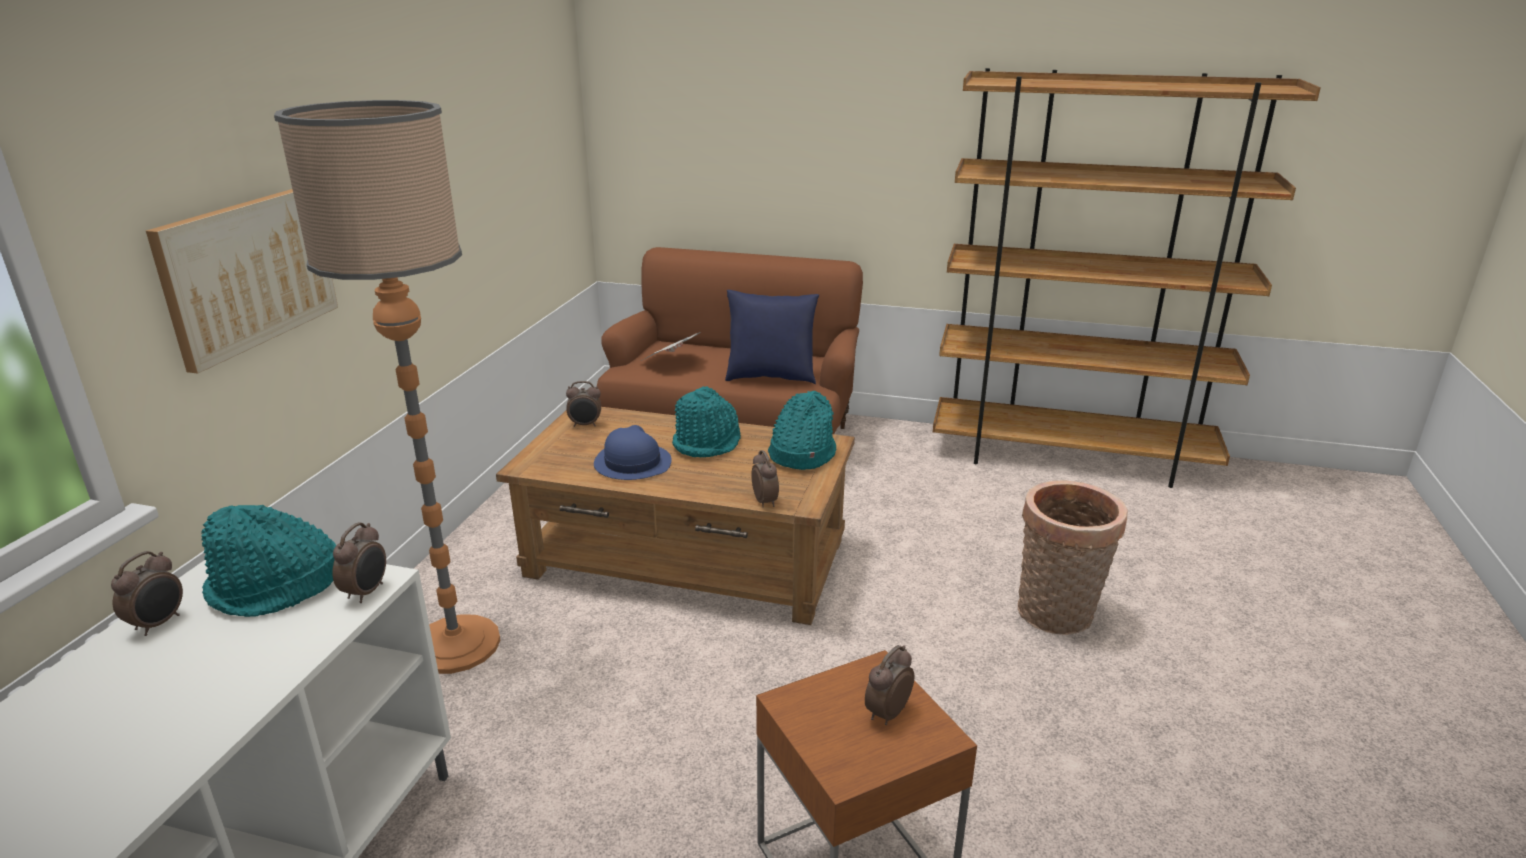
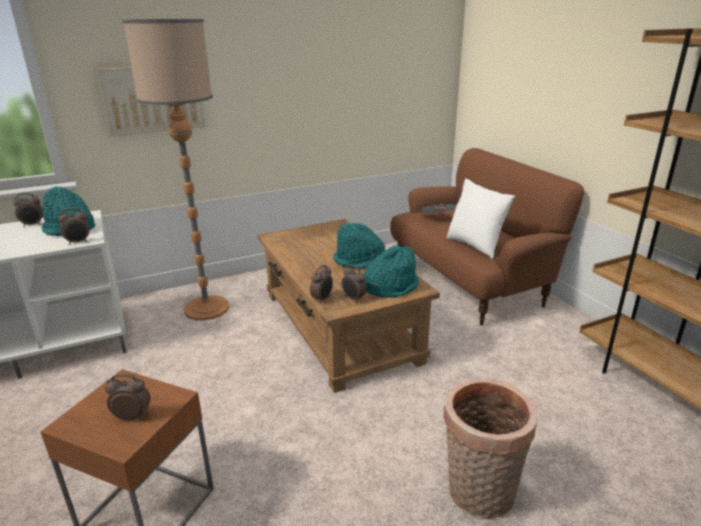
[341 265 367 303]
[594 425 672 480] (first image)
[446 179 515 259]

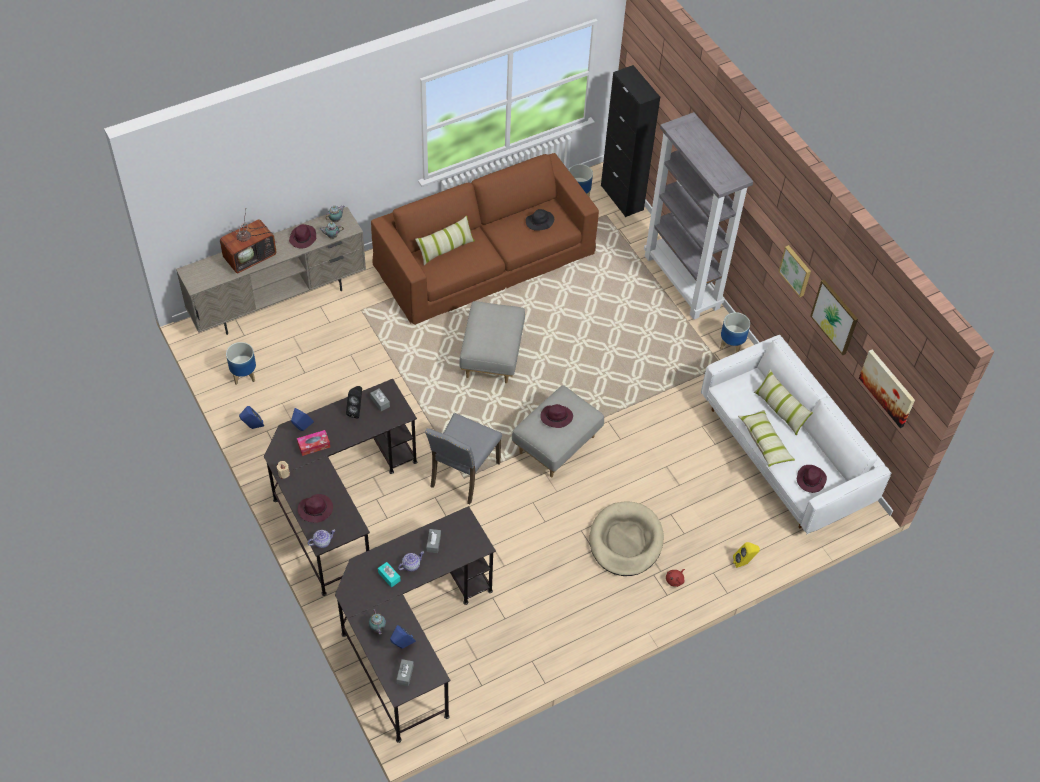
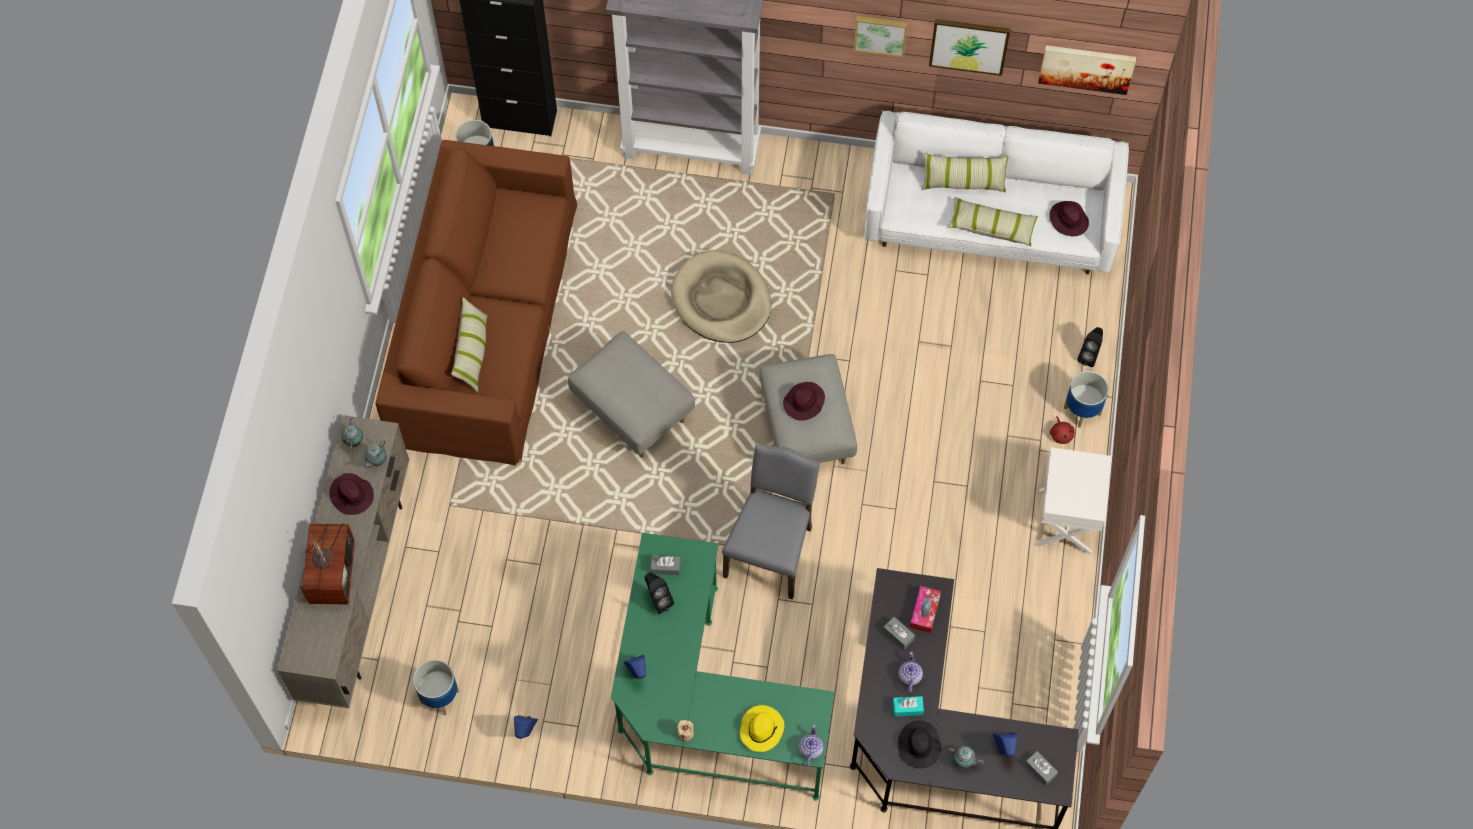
[611 533 834 801]
[910 586 941 633]
[740 705 784 752]
[722 442 820 600]
[898 720 942 768]
[671 250 771 343]
[1064 371 1109 428]
[1077 327 1103 367]
[1033 447 1111 554]

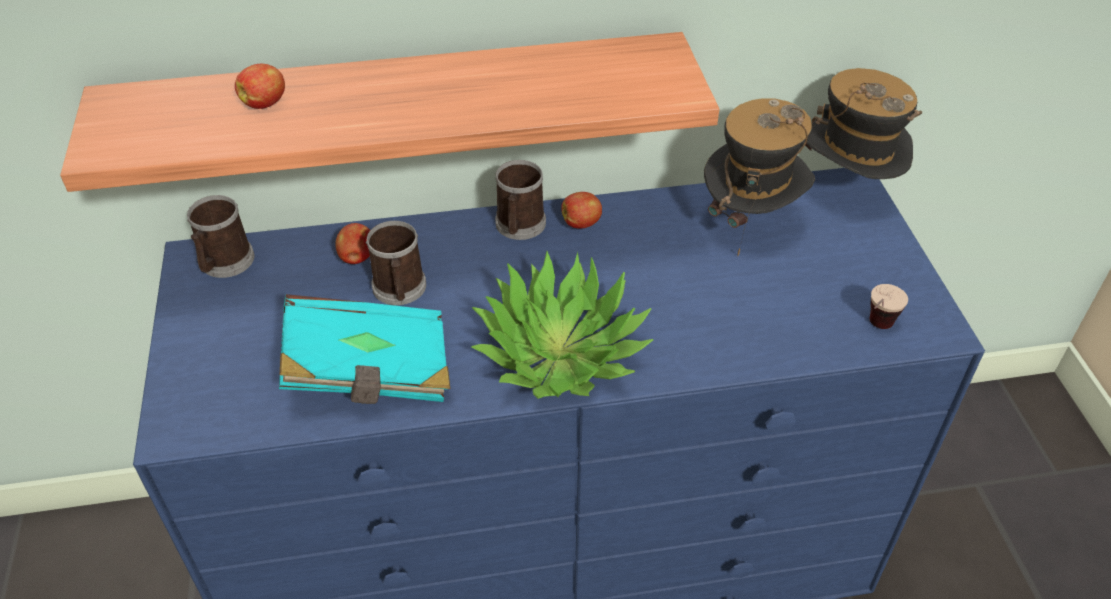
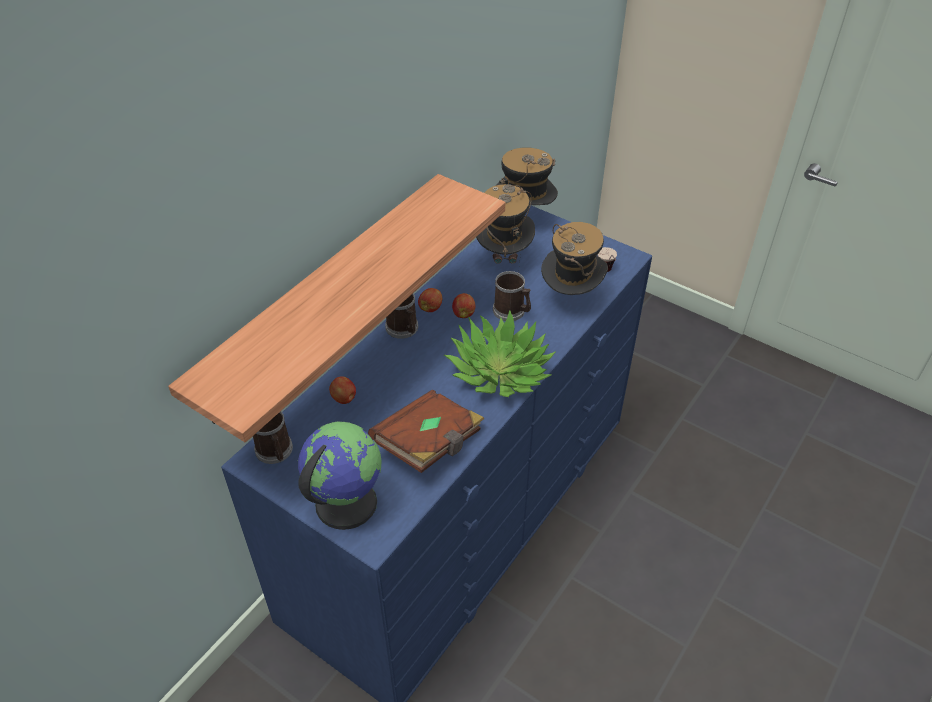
[452 293 475 318]
[368 389 485 473]
[493 271 531 321]
[298 422 381 530]
[541 222 608 295]

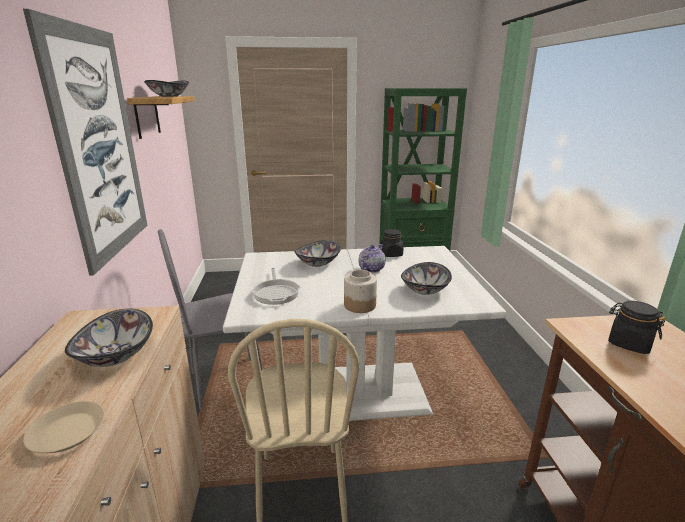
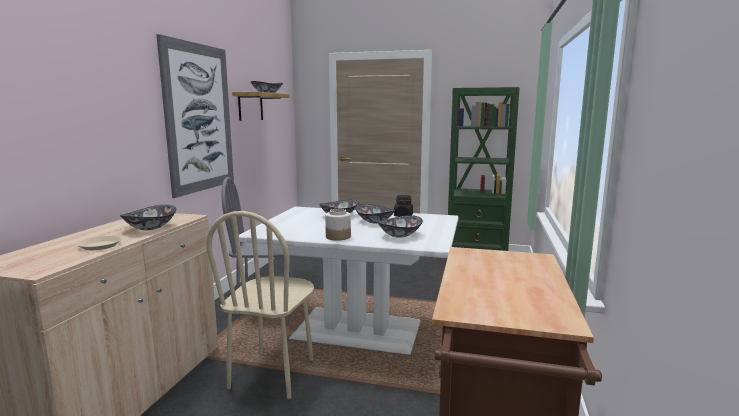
[251 268 301 305] (first image)
[356 204 395 224]
[608 301 666 354] (first image)

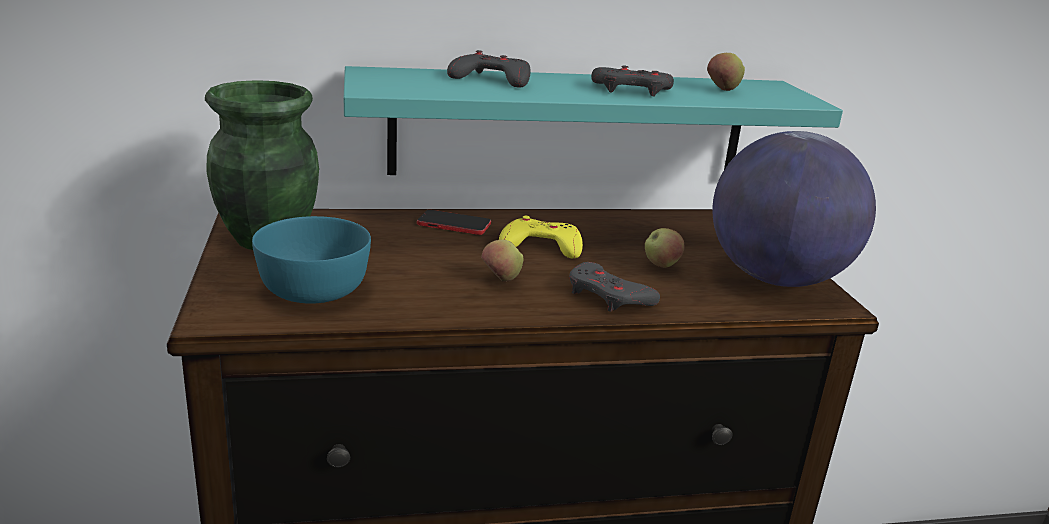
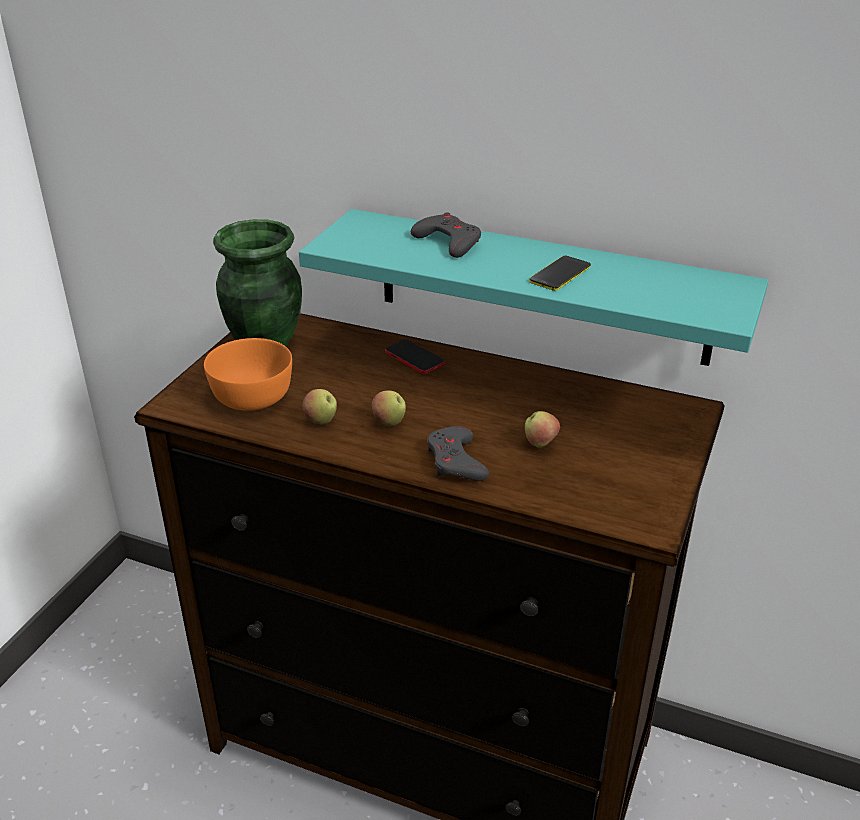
[204 338 292 411]
[499 216 583 258] (first image)
[529 256 591 291]
[302 389 337 425]
[712 131 876 287] (first image)

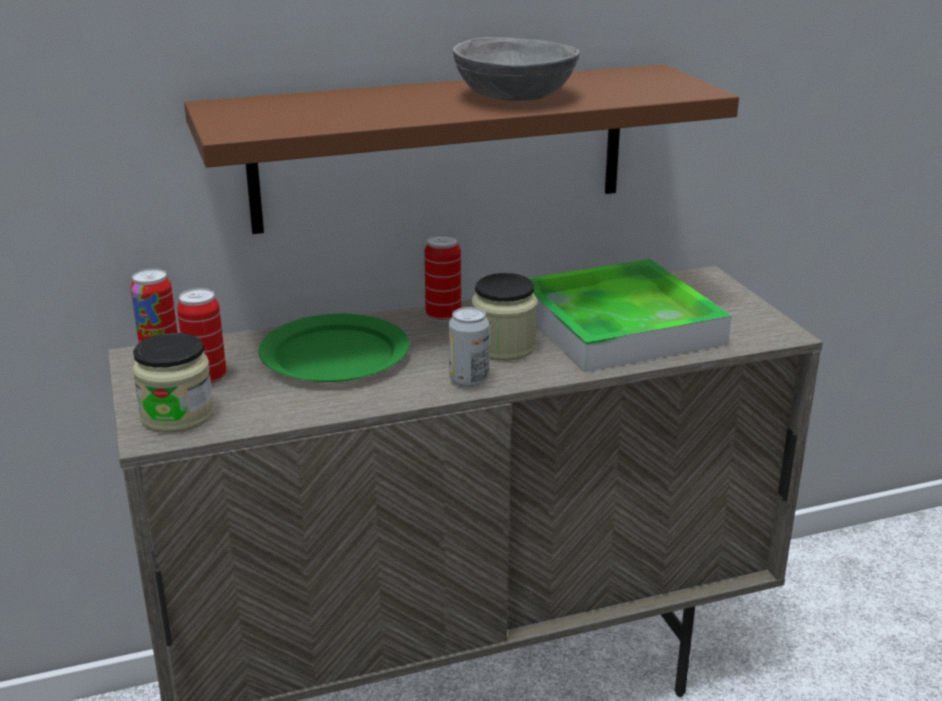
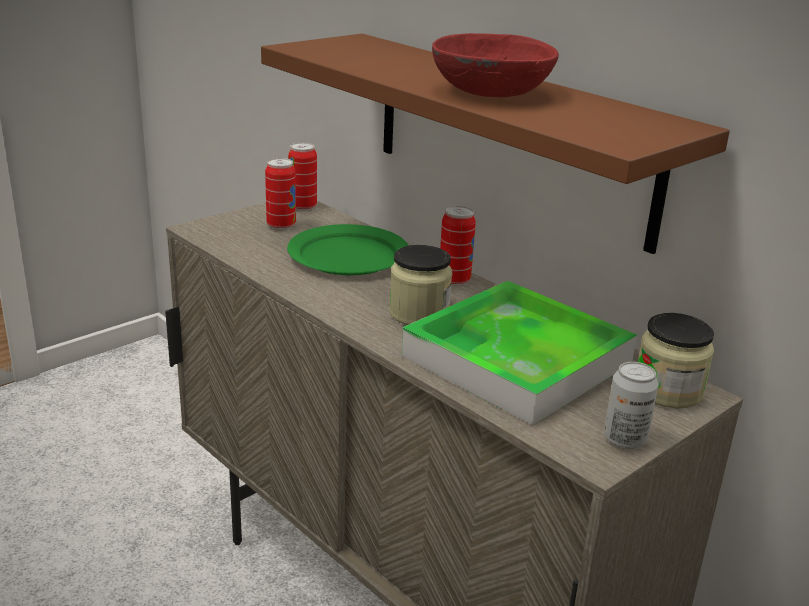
[638 313 714 408]
[604 362 659 449]
[432 33 559 97]

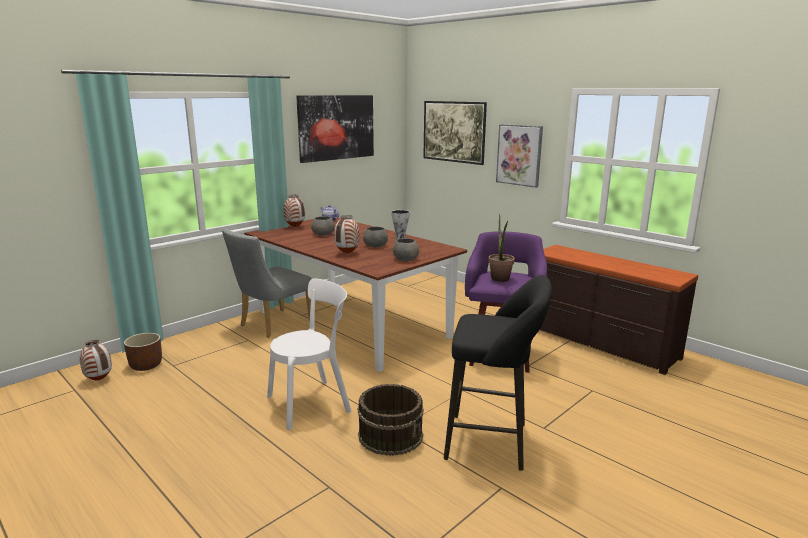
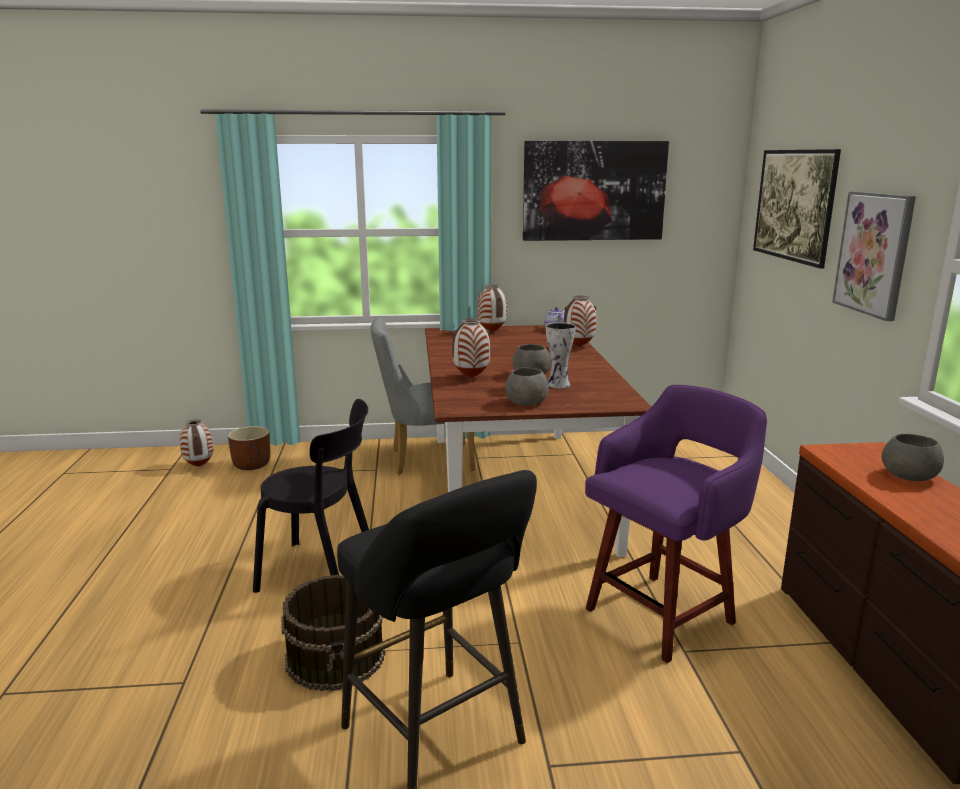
[253 399 369 593]
[882 434 944 481]
[488 213 515 282] (first image)
[563 296 597 347]

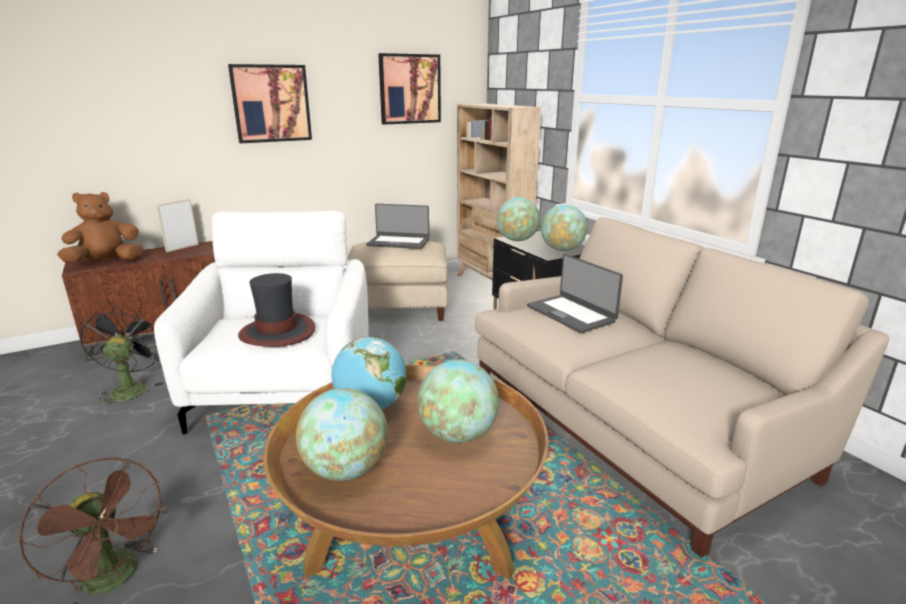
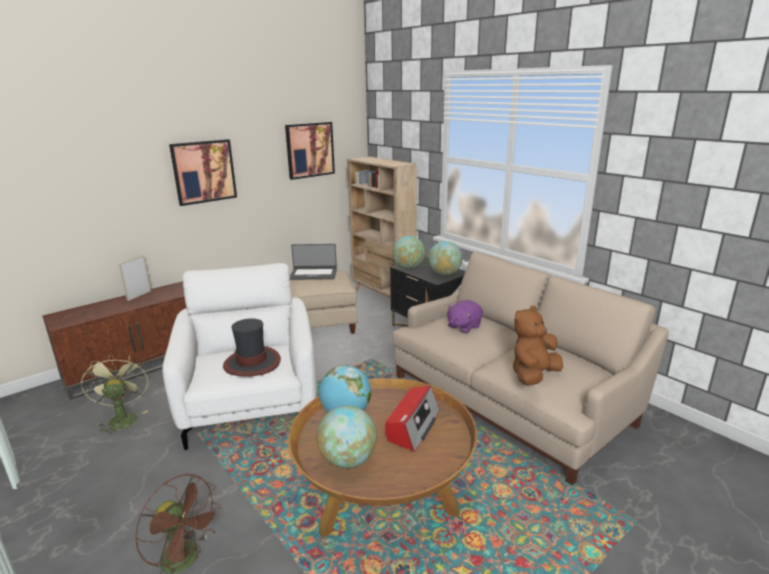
[513 306 563 386]
[81 354 149 436]
[385 386 440 452]
[447 300 483 333]

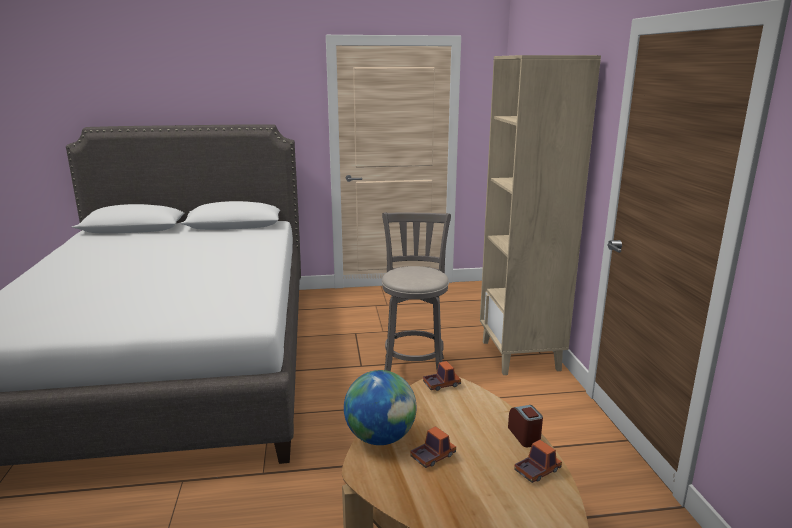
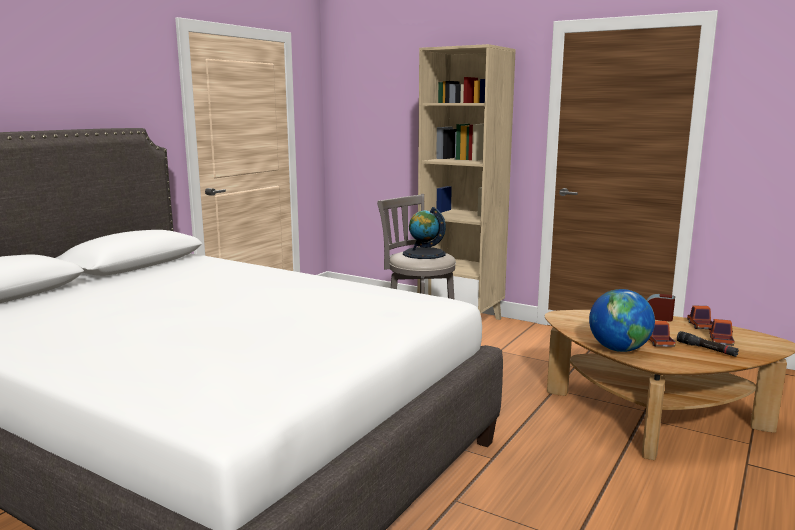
[709 319 734 346]
[403 207 446 259]
[677 331 739 357]

